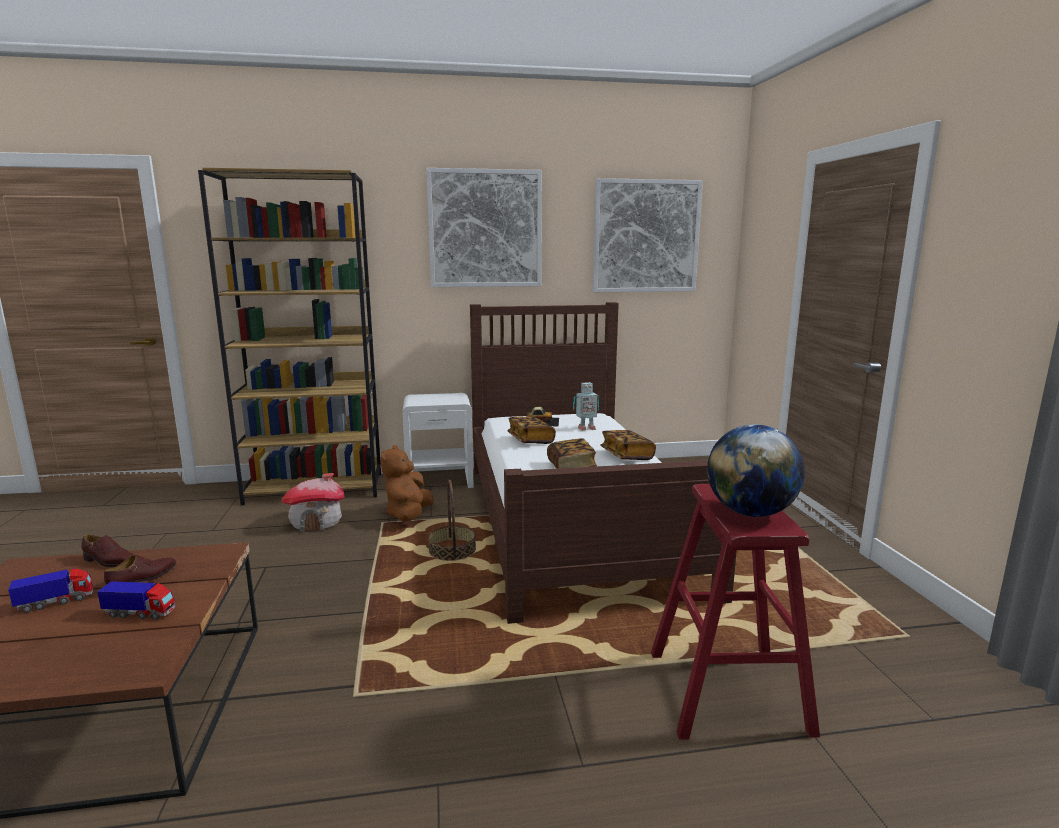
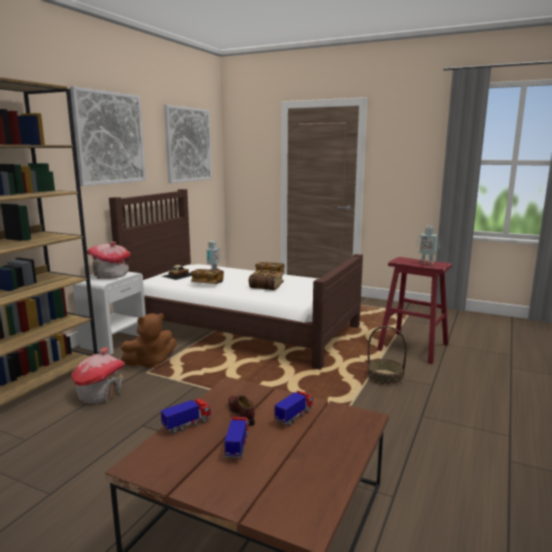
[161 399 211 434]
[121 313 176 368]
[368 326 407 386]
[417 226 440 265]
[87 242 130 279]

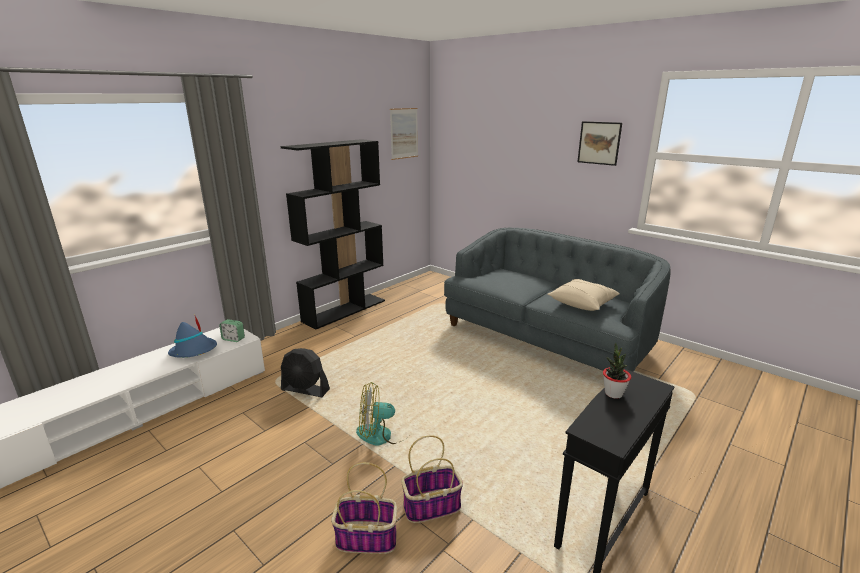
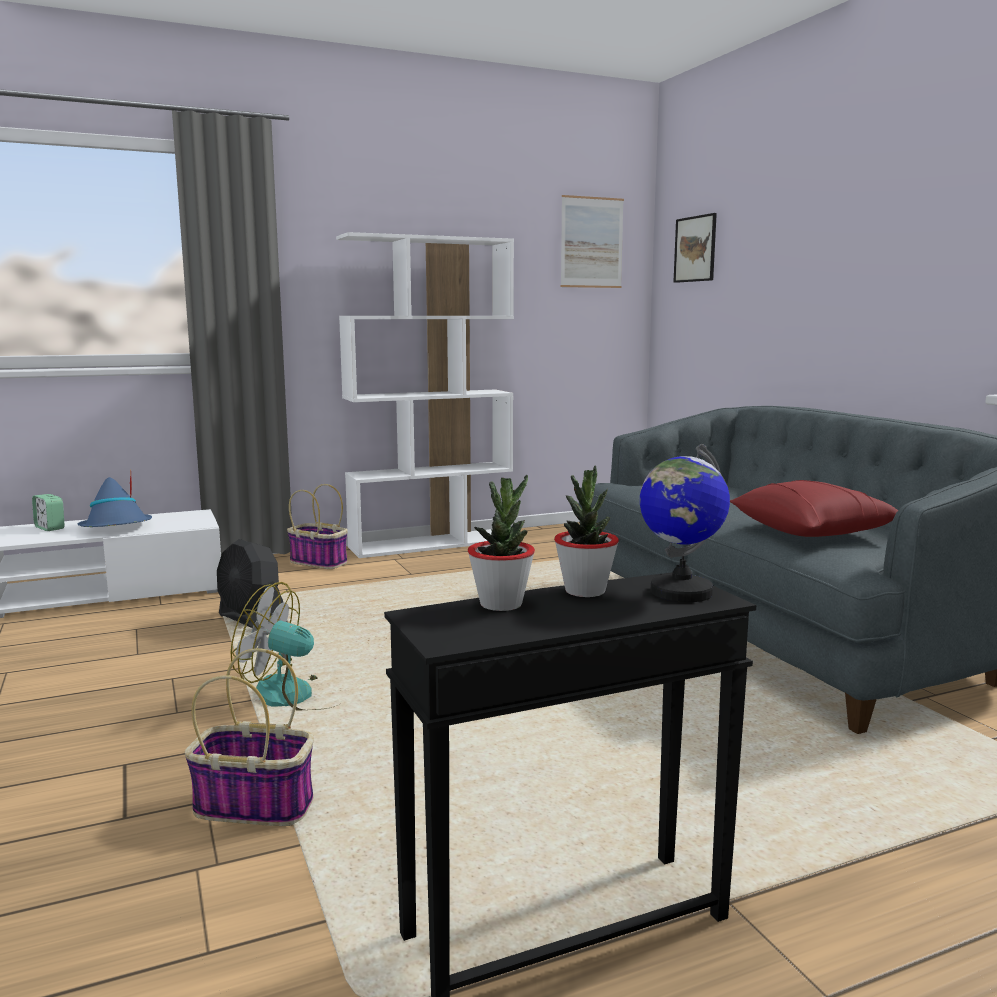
[32 494 65 531]
[336 232 514 558]
[287 484 348 569]
[730 480 898 537]
[674 213 717 283]
[468 475 535 611]
[640 444 730 602]

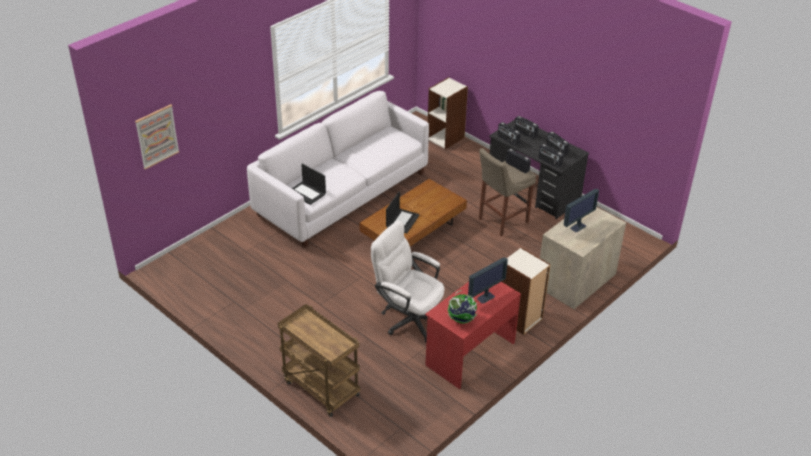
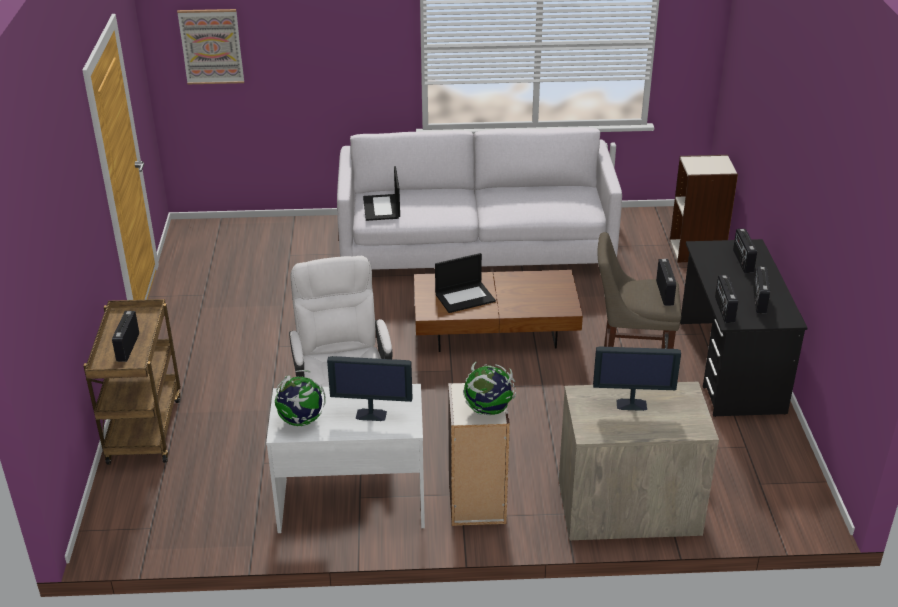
[266 384 425 533]
[112 311 139 362]
[463 362 516 416]

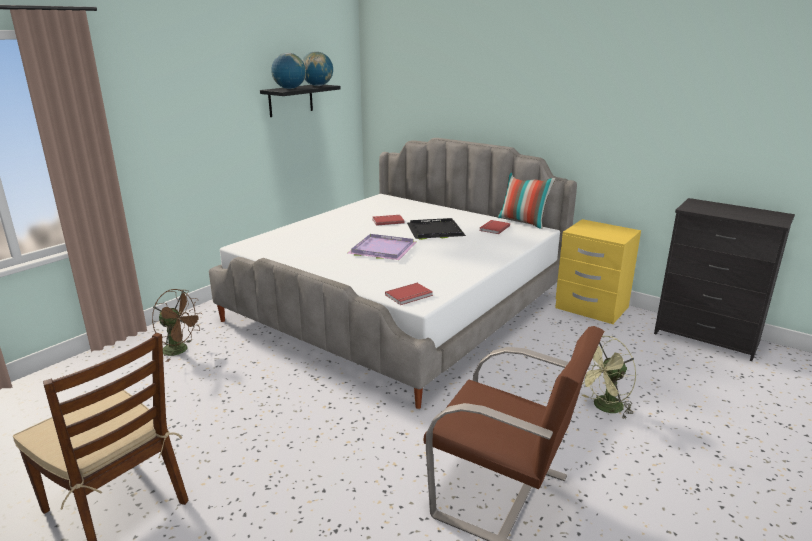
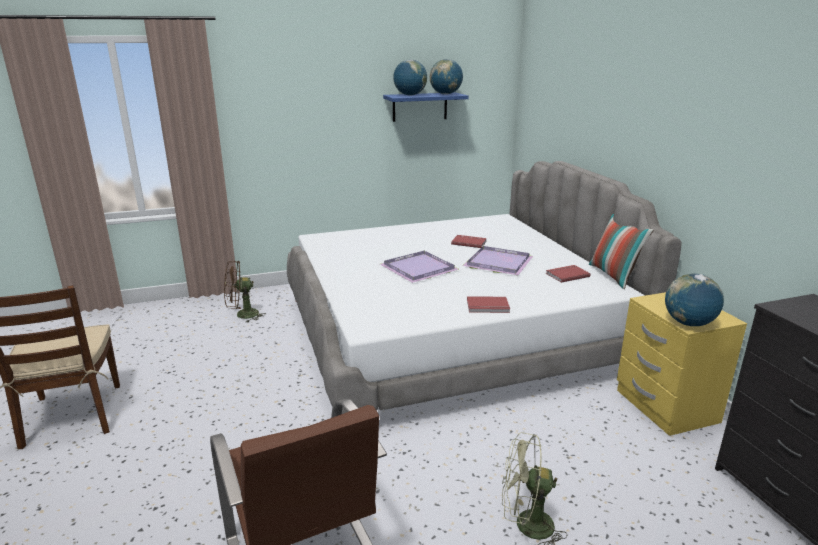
[224 261 266 323]
[383 92 469 122]
[467 296 510 313]
[463 246 533 275]
[665 274 724 326]

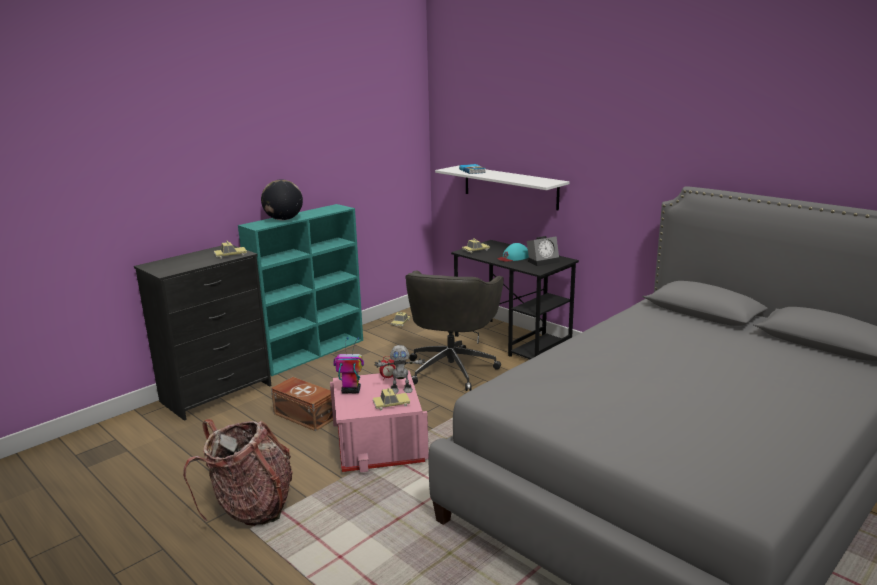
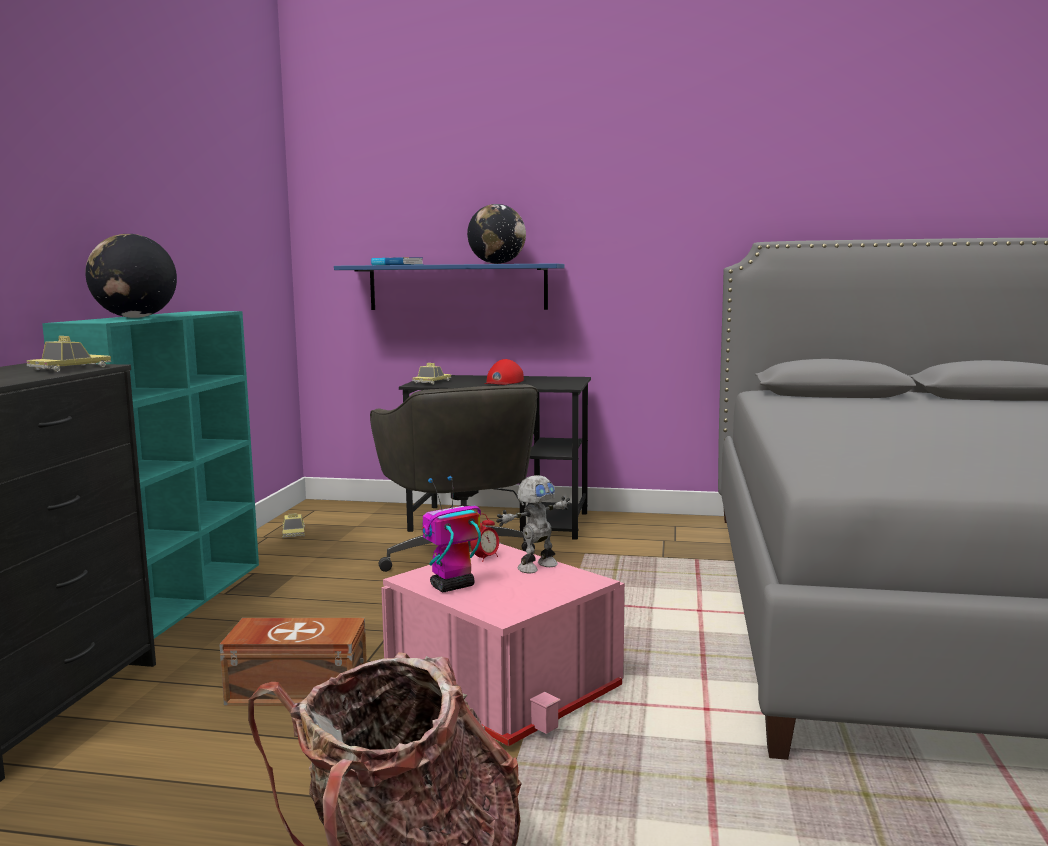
[373 388 410 410] (first image)
[334 263 565 310]
[485 359 524 385]
[527 236 560 266] (first image)
[467 204 526 264]

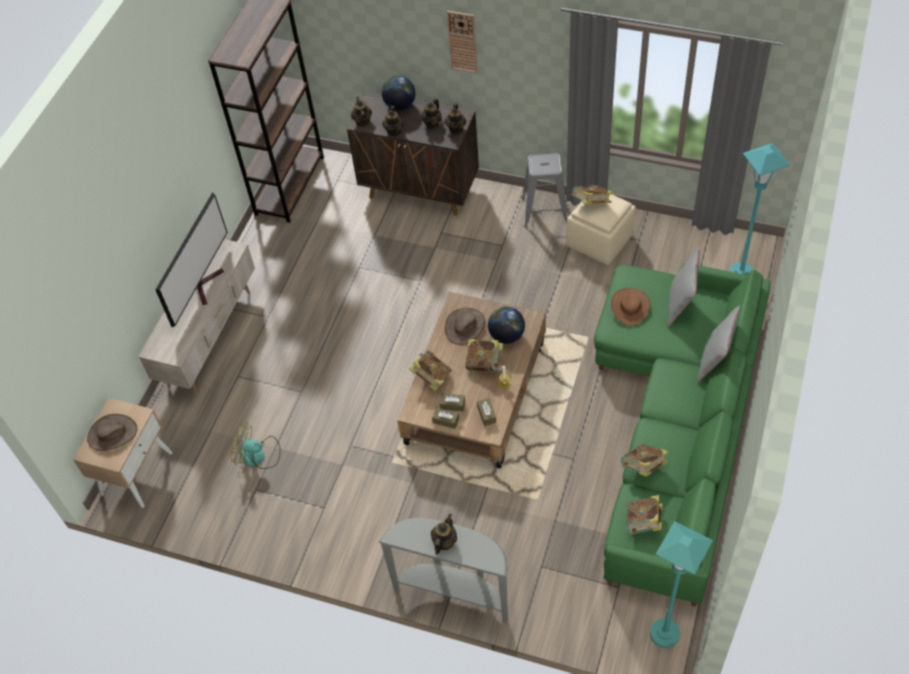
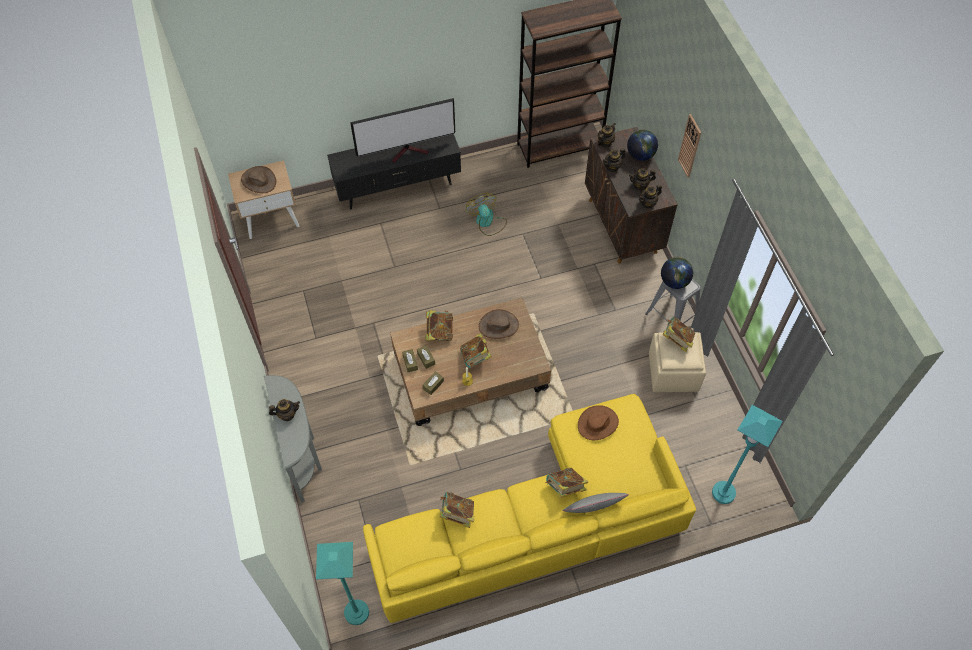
[327 134 461 209]
[466 193 507 236]
[661 257 693 289]
[363 394 696 623]
[546 468 588 498]
[668 248 700 327] (first image)

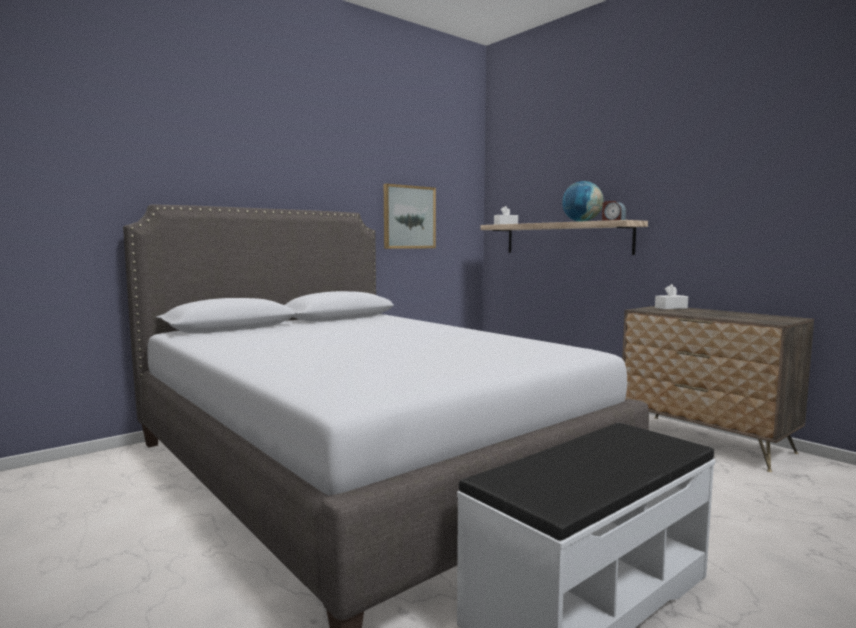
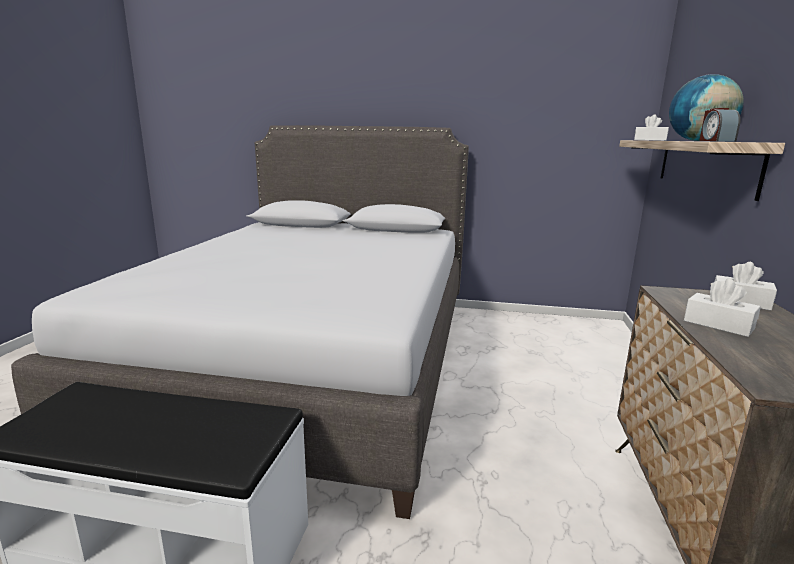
[384 184 436 249] (first image)
[684 279 761 337]

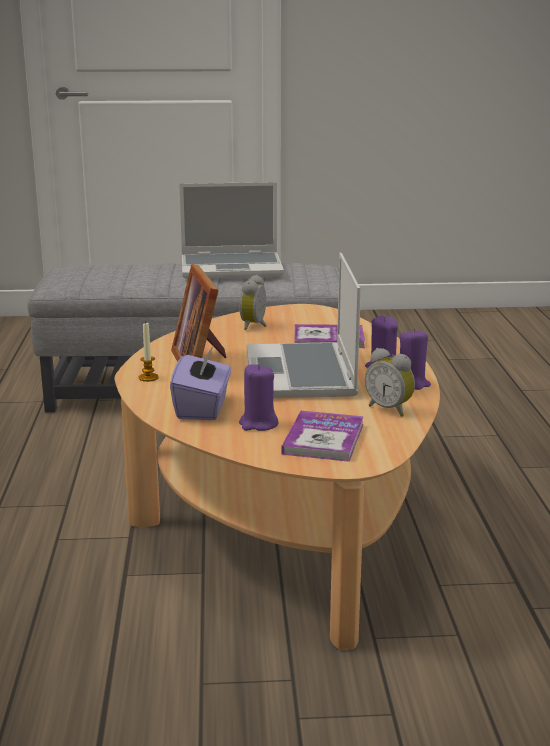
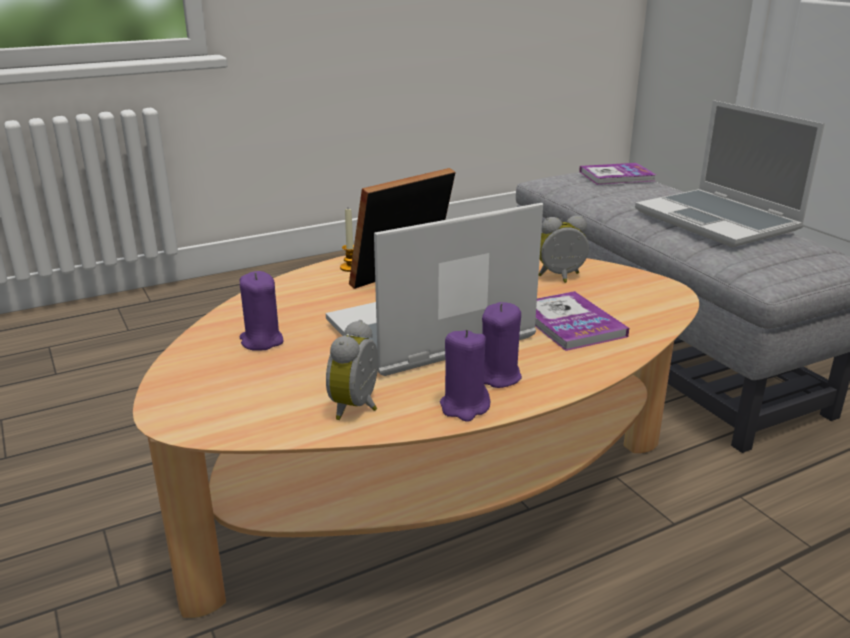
[170 345 231 420] (first image)
[579 163 656 185]

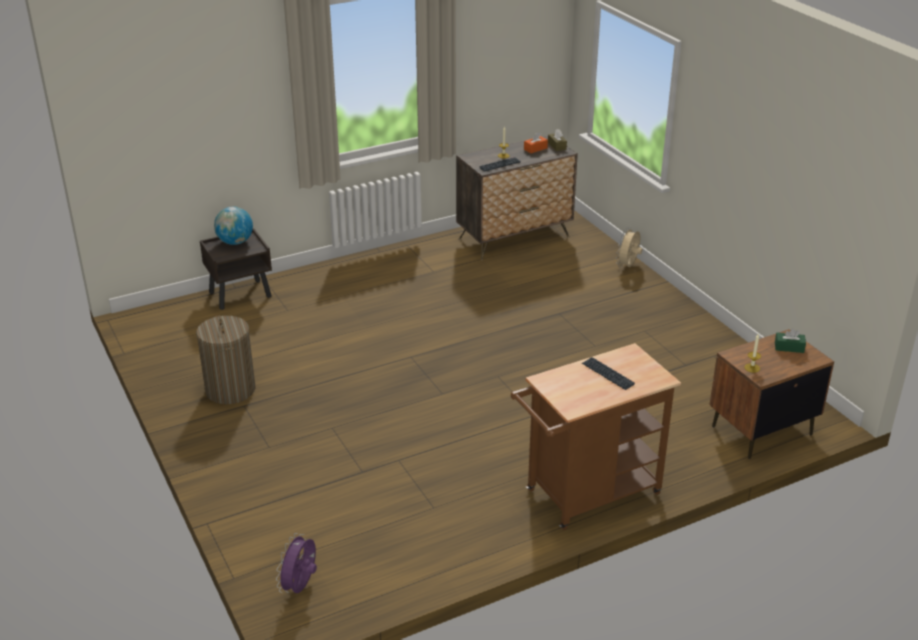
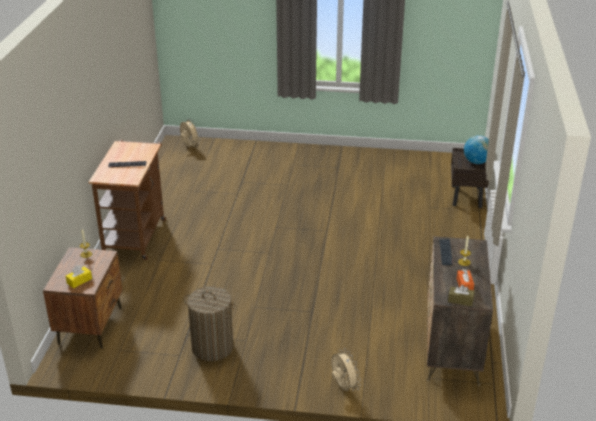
[184 286 236 361]
[180 118 200 147]
[66 265 92 288]

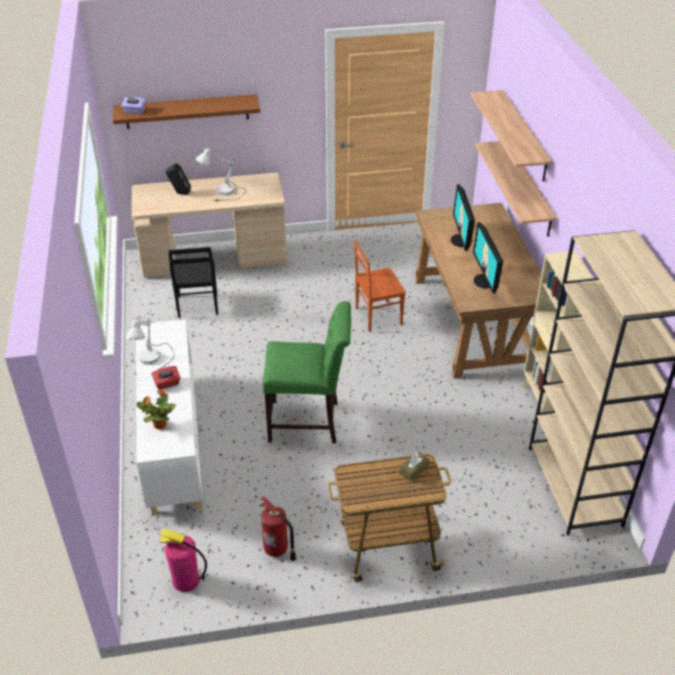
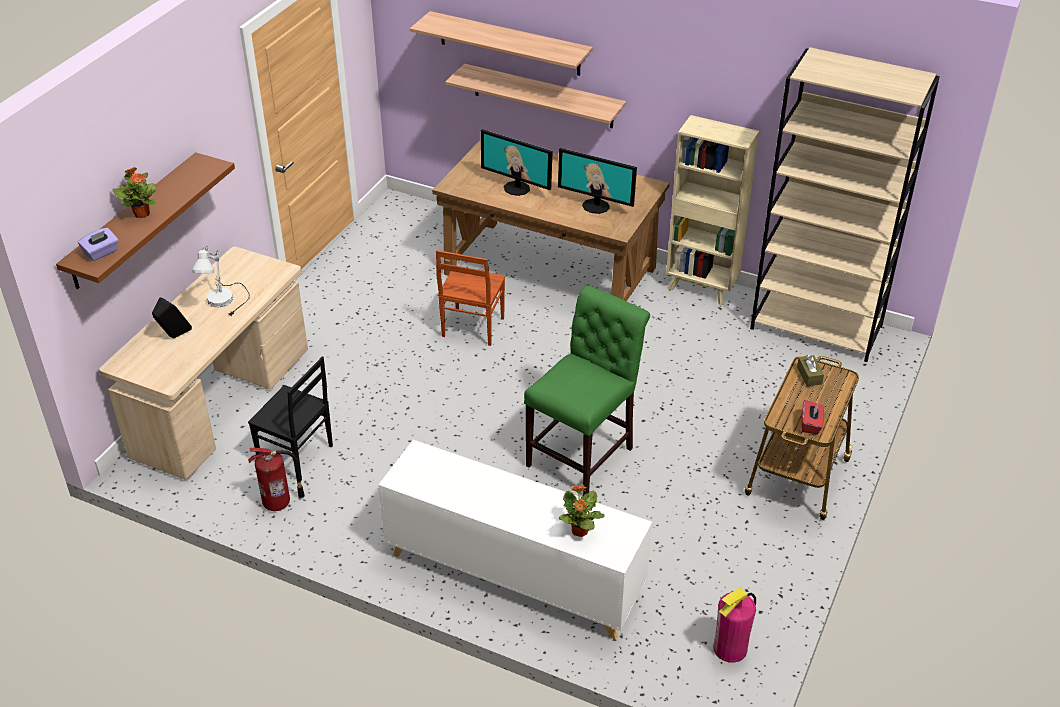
[126 317 174 369] (first image)
[801 400 824 434]
[248 448 305 511]
[112 167 156 218]

